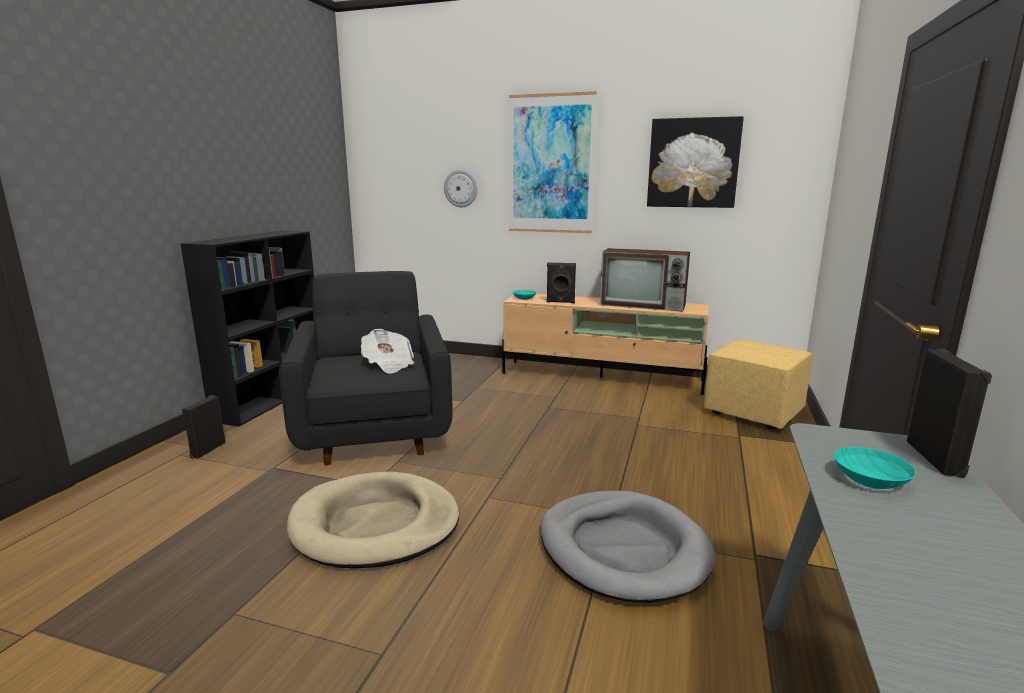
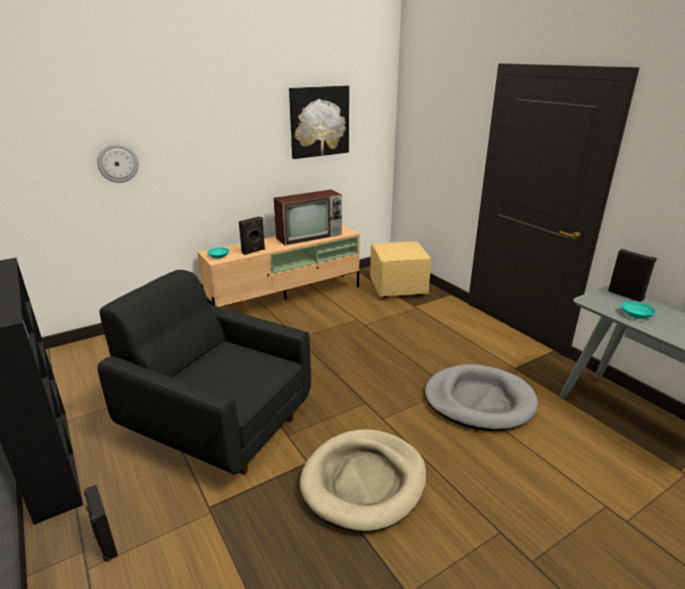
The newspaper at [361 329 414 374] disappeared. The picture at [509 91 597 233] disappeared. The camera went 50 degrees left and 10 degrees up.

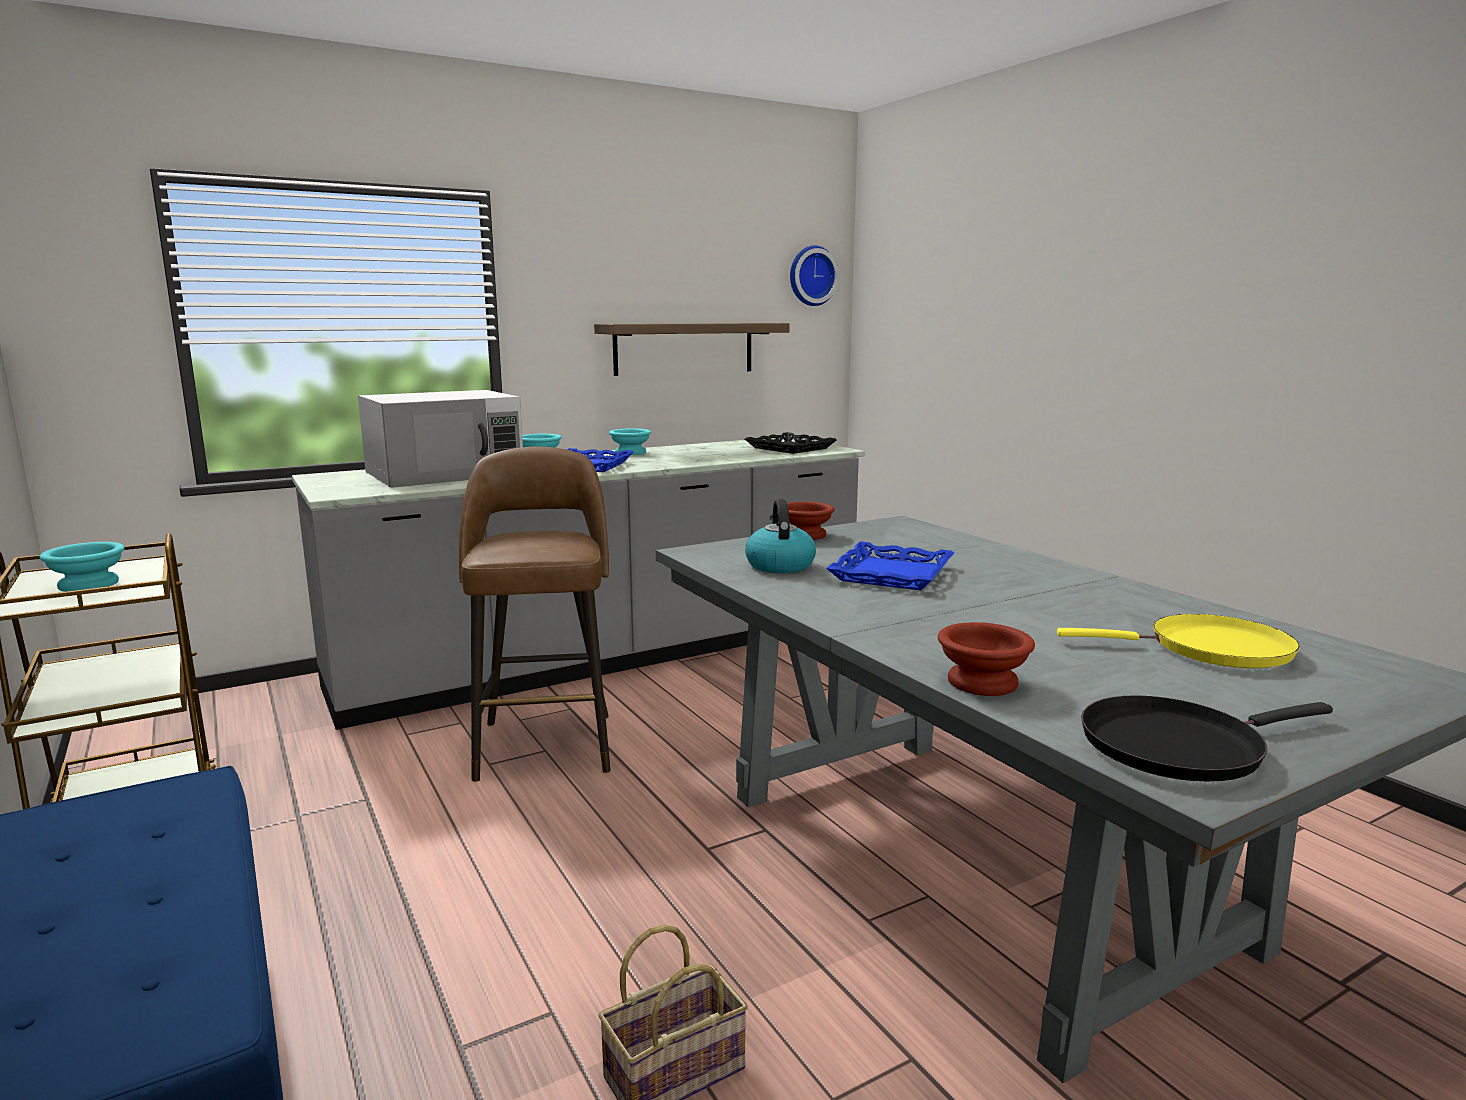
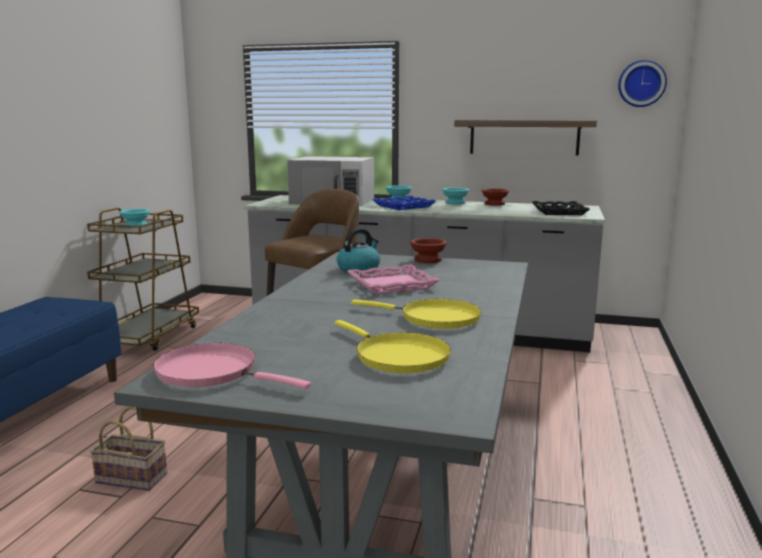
The frying pan (black) at [1081 695 1333 781] became the frying pan (pink) at [153 343 311 389]. The tray (blue) at [826 541 955 590] became the tray (pink) at [347 264 440 294]. The frying pan (yellow) at [351 299 482 329] appeared. The bowl (brown) moved from [938 622 1035 696] to [482 188 509 206]. The camera went 45 degrees right and 0 degrees up.

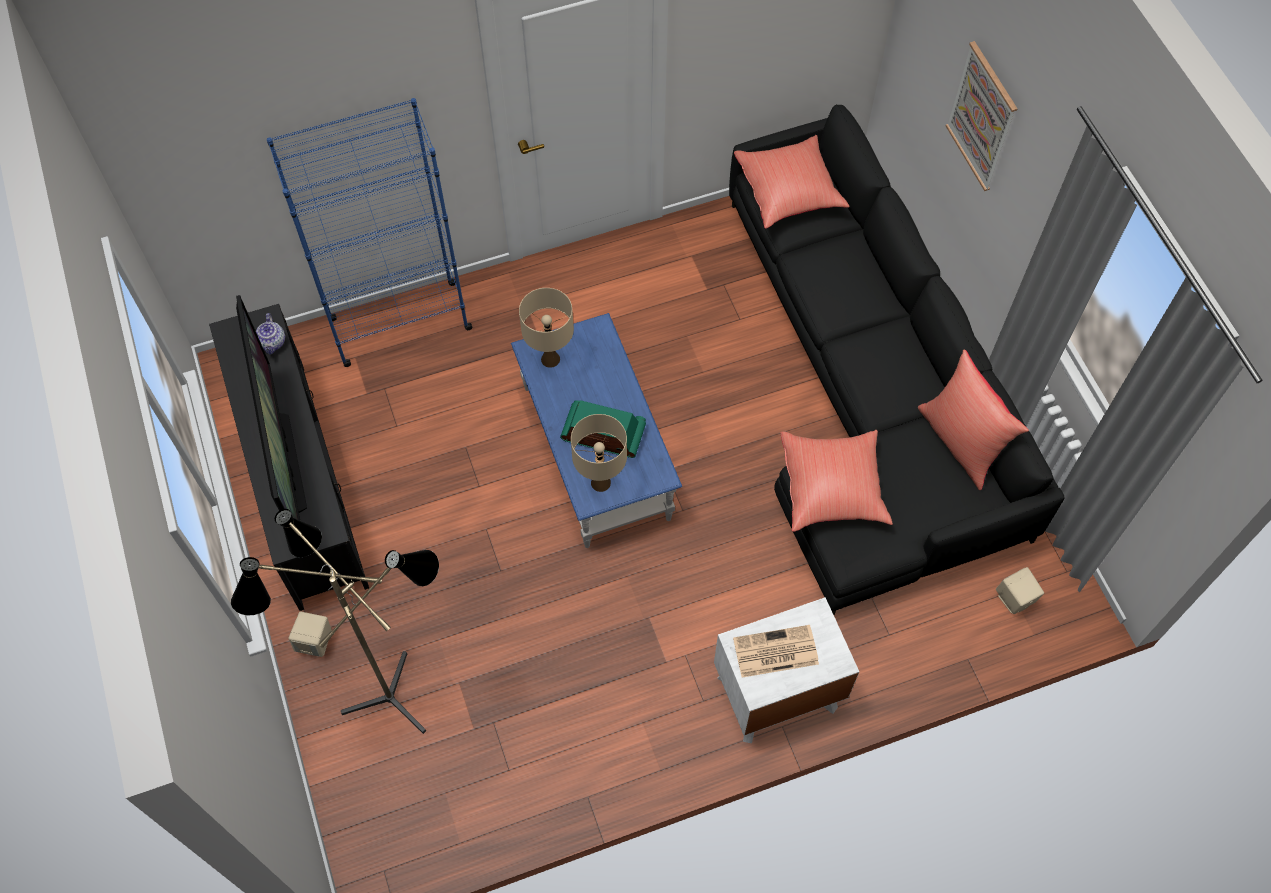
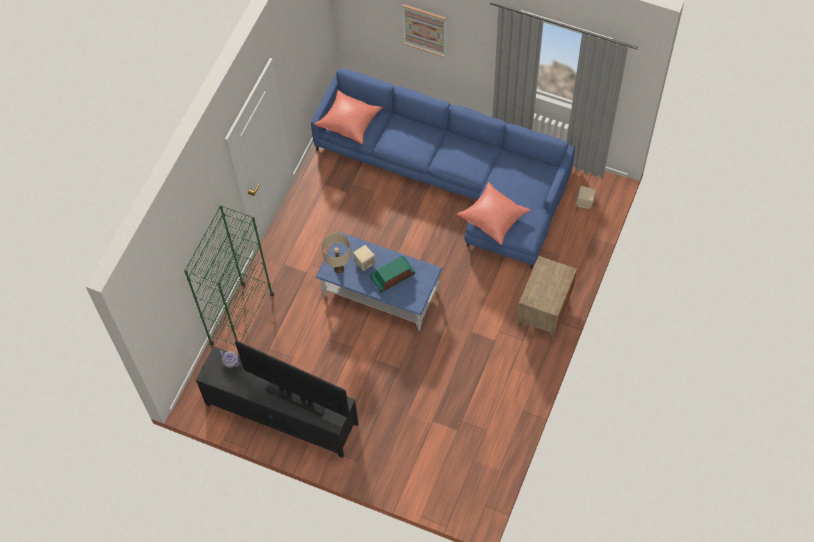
The bookcase (blue) at [267 98 473 367] became the bookcase (green) at [184 205 274 346]. The sofa (black) at [729 104 1064 615] became the sofa (blue) at [311 68 575 269]. The speaker (beige) moved from [288 612 332 657] to [353 245 376 271]. The nightstand (white) at [714 597 859 743] became the nightstand (brown) at [517 256 577 340]. The floor lamp at [231 509 439 734] disappeared. The table lamp (beige) at [571 414 627 492] disappeared. The newspaper at [733 625 819 678] disappeared. The pillow (red) at [918 350 1029 490] disappeared. The camera went 45 degrees left and 0 degrees up.

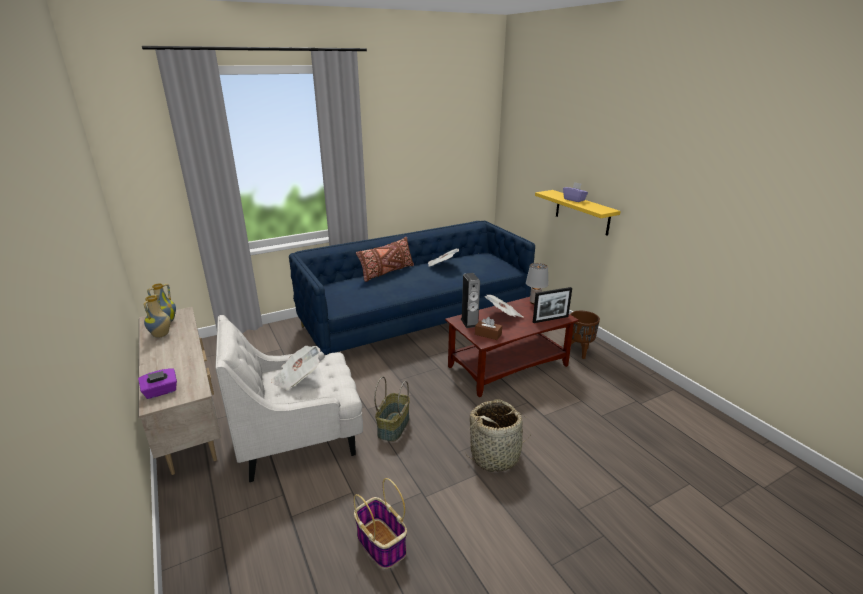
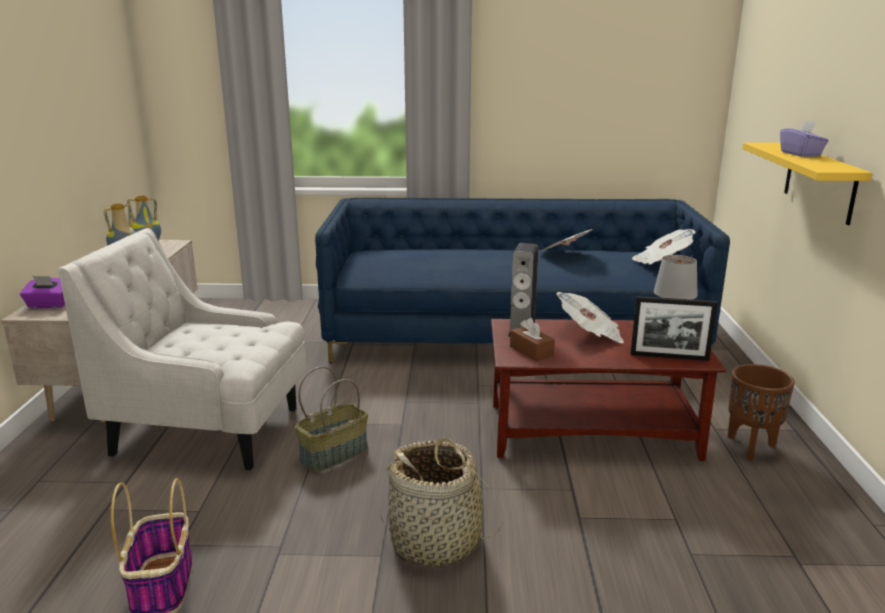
The newspaper moved from [271 346 321 391] to [632 229 696 265]. The pillow (brown) at [356 237 414 282] disappeared. The camera went 30 degrees right and 5 degrees down.

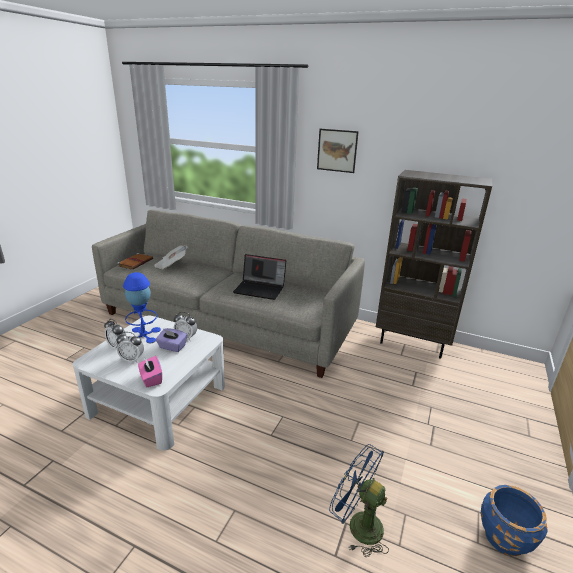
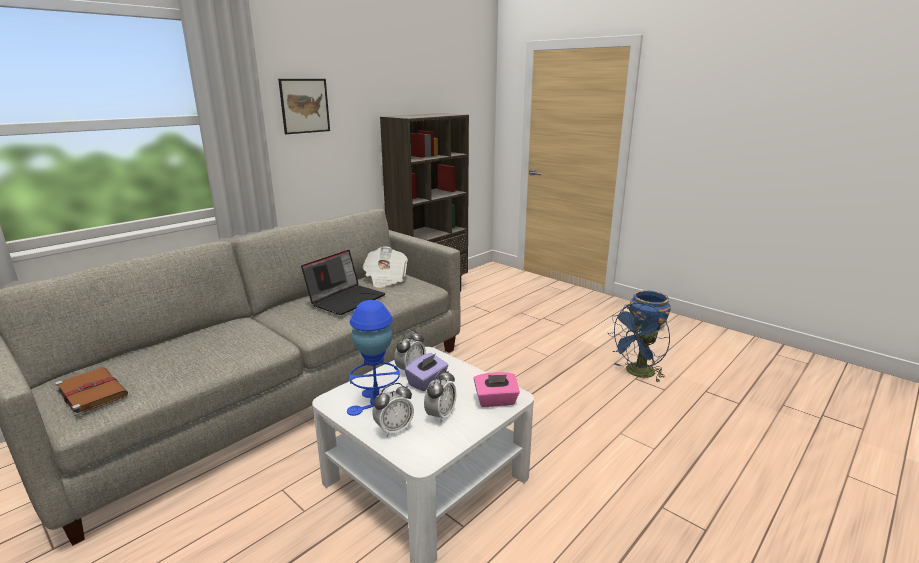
The newspaper moved from [154 245 188 270] to [363 247 408 288]. The camera went 70 degrees left and 5 degrees down.

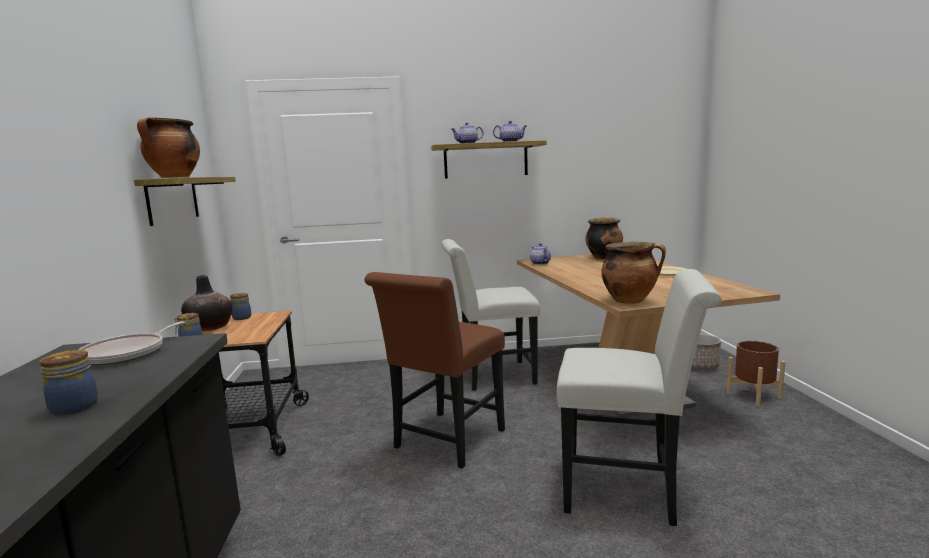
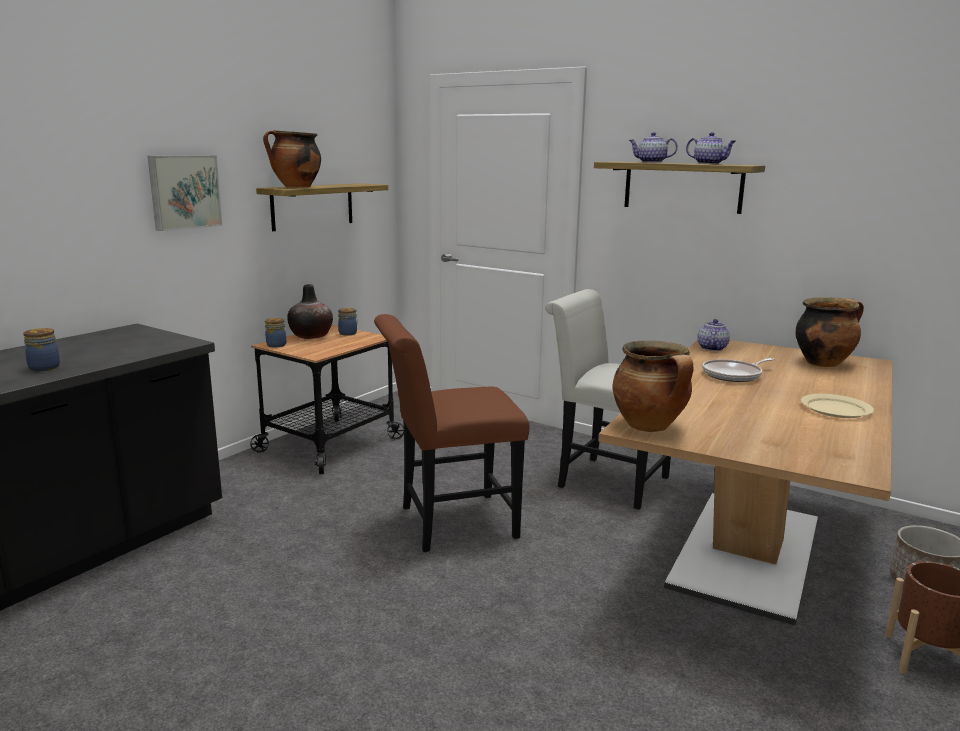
The picture at [148 155 223 231] appeared. The frying pan moved from [78 321 185 365] to [702 358 774 382]. The chair (white) at [557 269 722 526] disappeared. The camera went 40 degrees right and 5 degrees up.

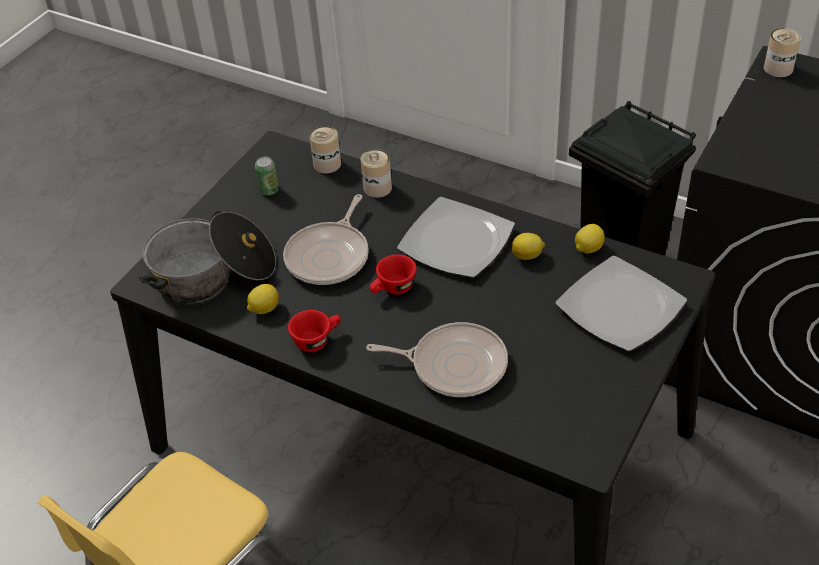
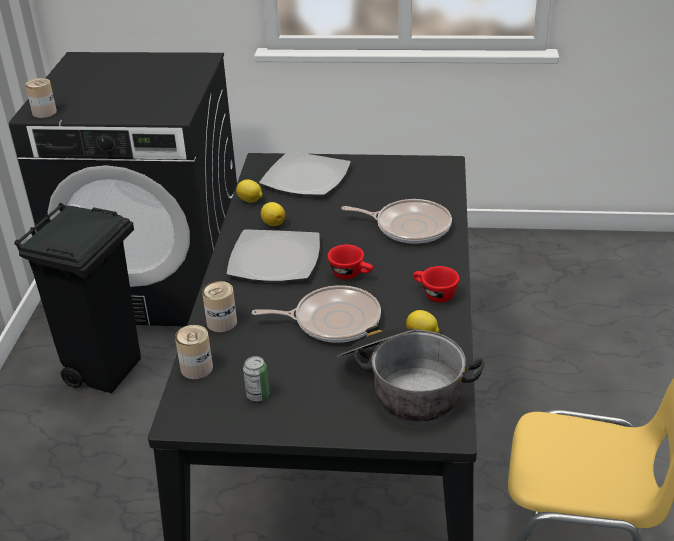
The frying pan at [366 322 508 397] turned 120 degrees clockwise. The camera went 115 degrees left and 10 degrees down.

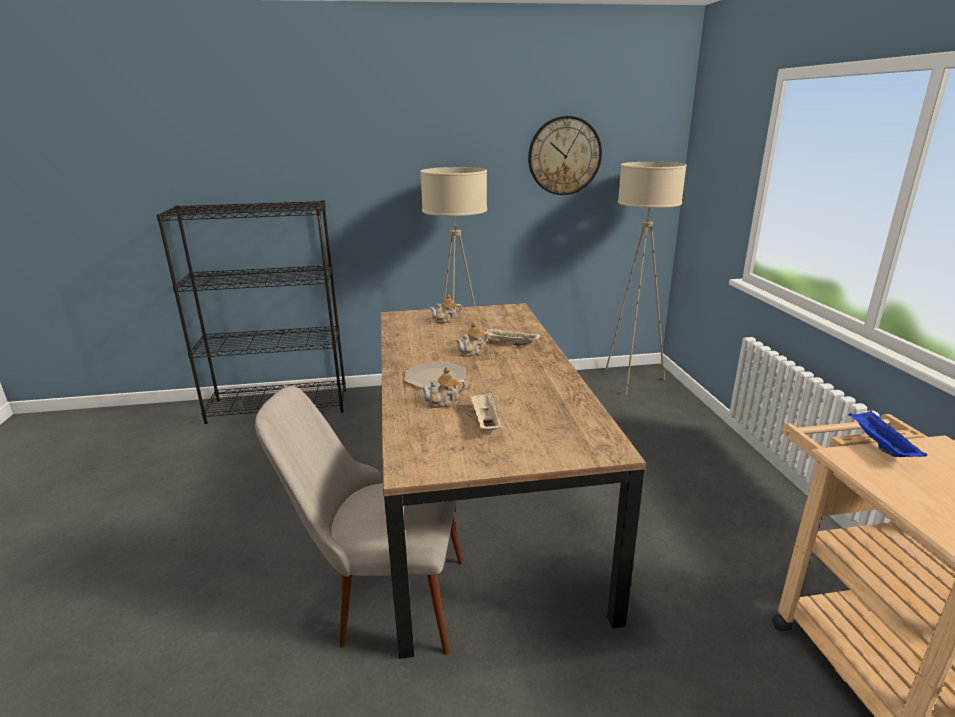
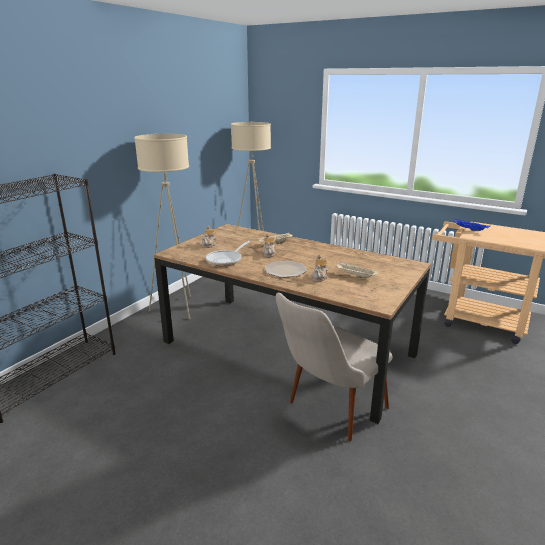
The frying pan at [206 241 250 266] appeared. The wall clock at [528 116 602 195] disappeared. The camera went 50 degrees left and 0 degrees up.

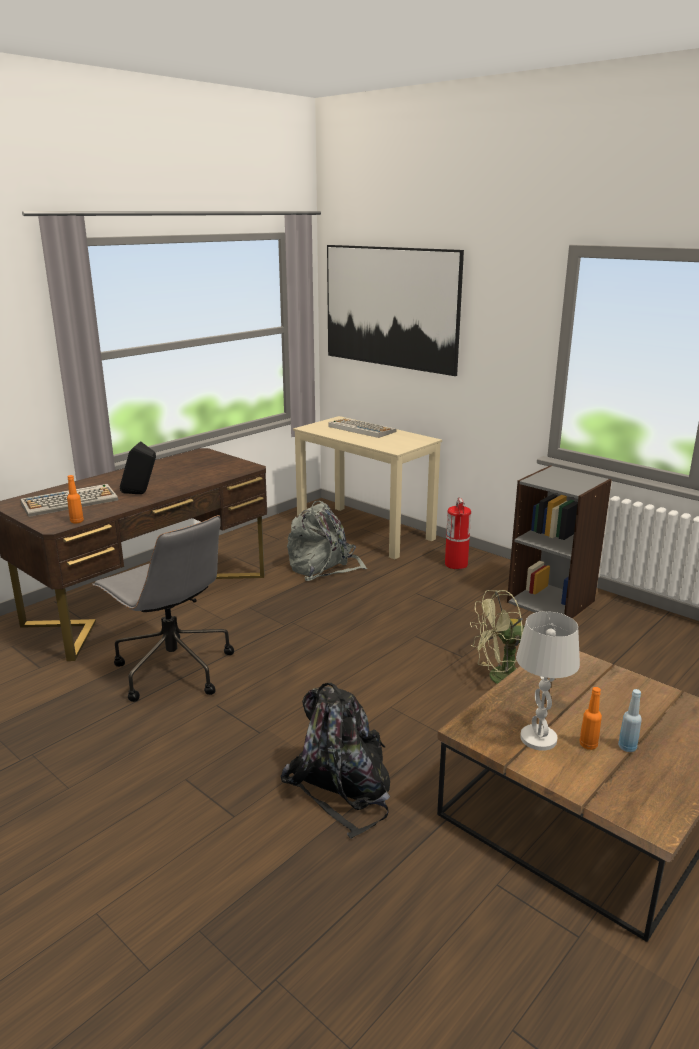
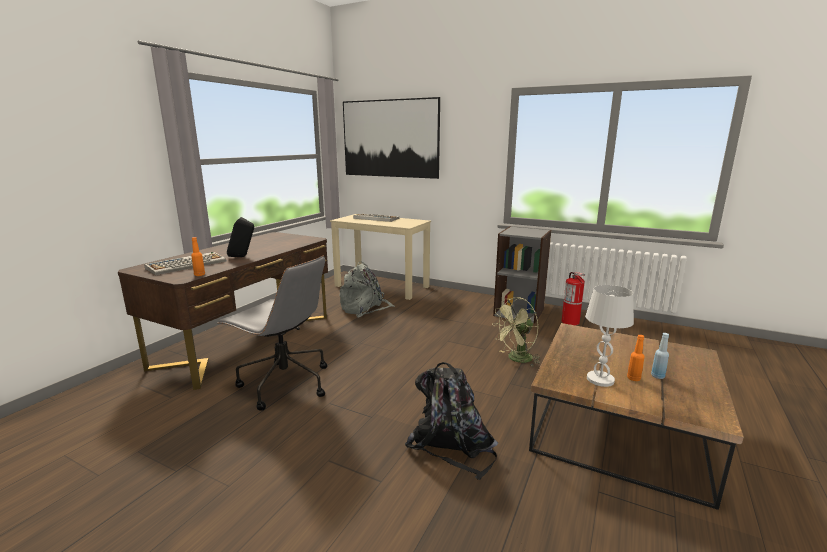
The fire extinguisher moved from [445 498 471 569] to [562 272 585 326]. The camera went 15 degrees left and 5 degrees down.

